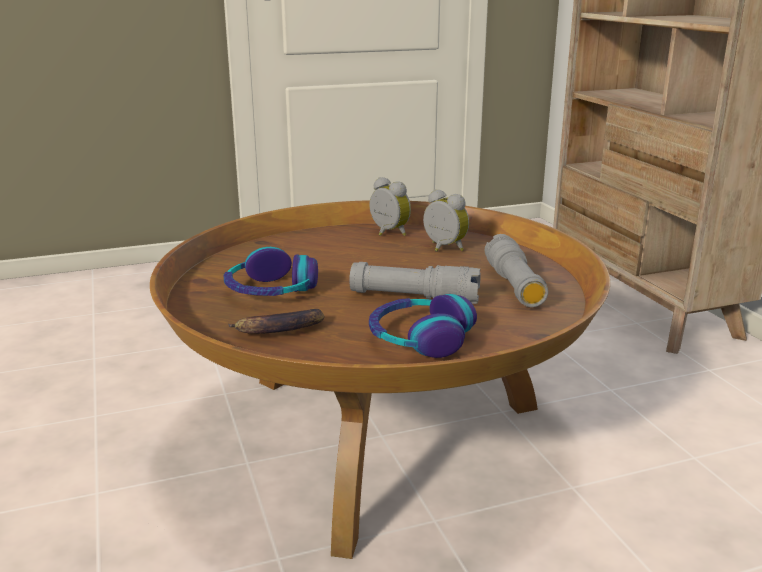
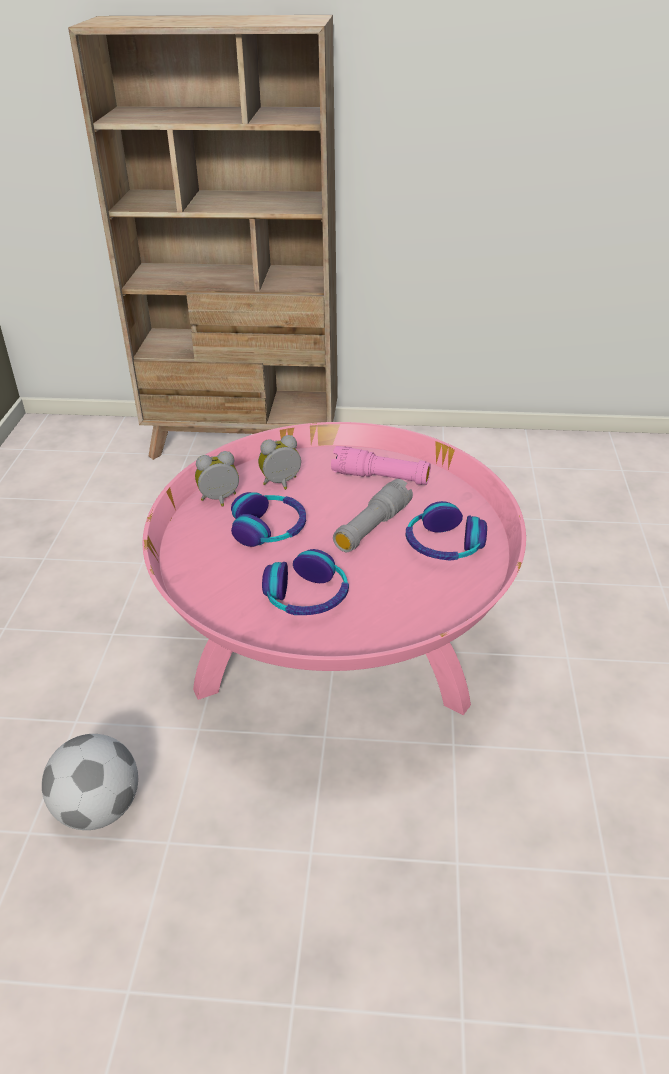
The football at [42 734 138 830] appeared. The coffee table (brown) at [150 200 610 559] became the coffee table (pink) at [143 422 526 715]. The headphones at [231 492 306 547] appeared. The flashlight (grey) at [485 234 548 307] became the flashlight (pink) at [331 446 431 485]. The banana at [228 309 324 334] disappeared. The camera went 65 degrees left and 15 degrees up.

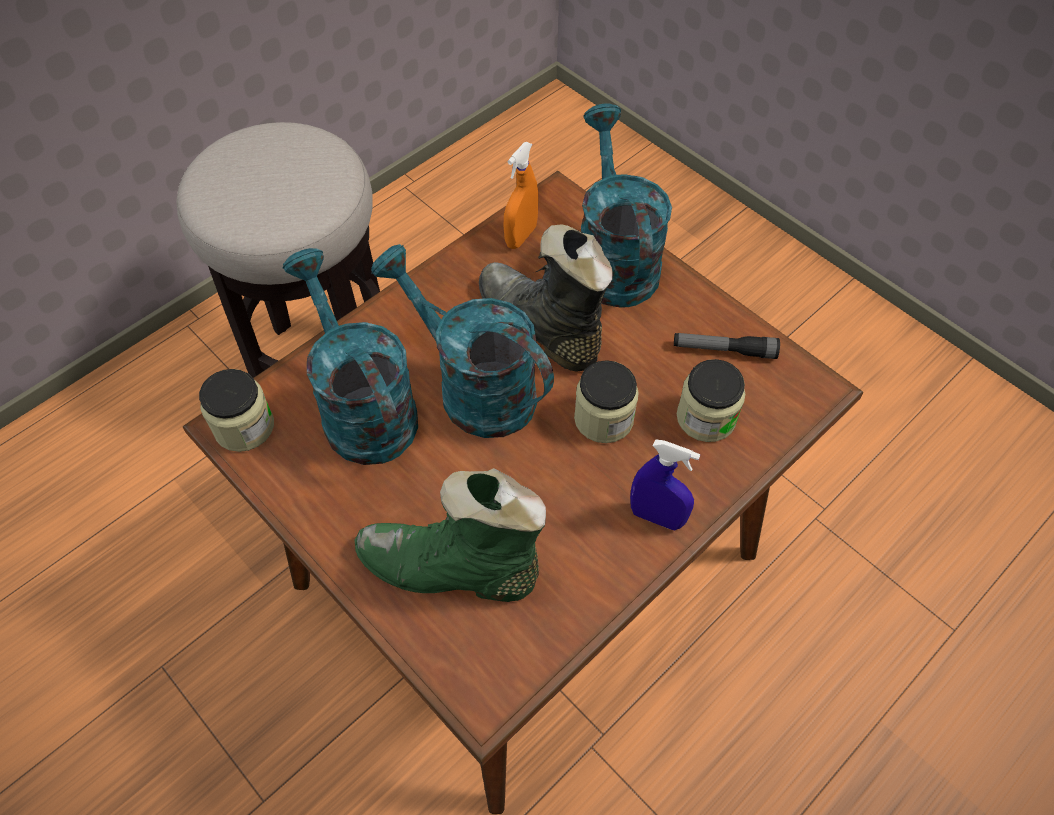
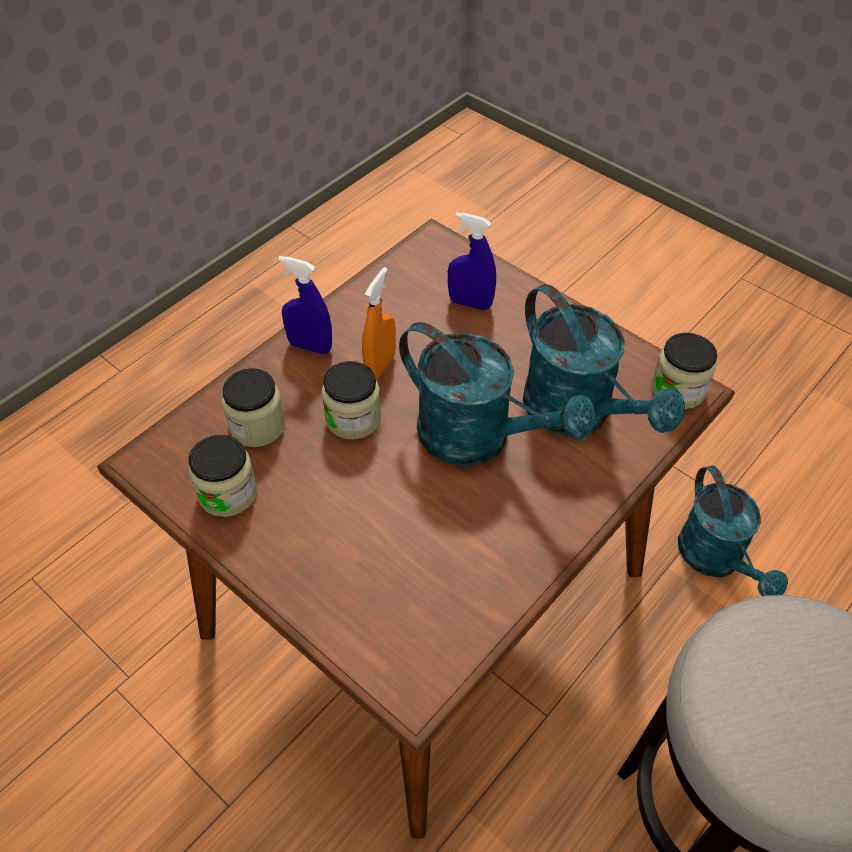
The flashlight at [674 333 780 359] was replaced by the jar at [188 435 257 517]. The spray bottle (orange) moved from [504 142 538 249] to [362 267 396 379]. The boot (green) at [355 468 546 602] was replaced by the spray bottle (blue) at [448 212 496 310]. The watering can (turquoise) moved from [581 103 672 308] to [678 465 788 596]. The boot (black) at [479 224 613 372] disappeared. The camera went 175 degrees right and 5 degrees down.

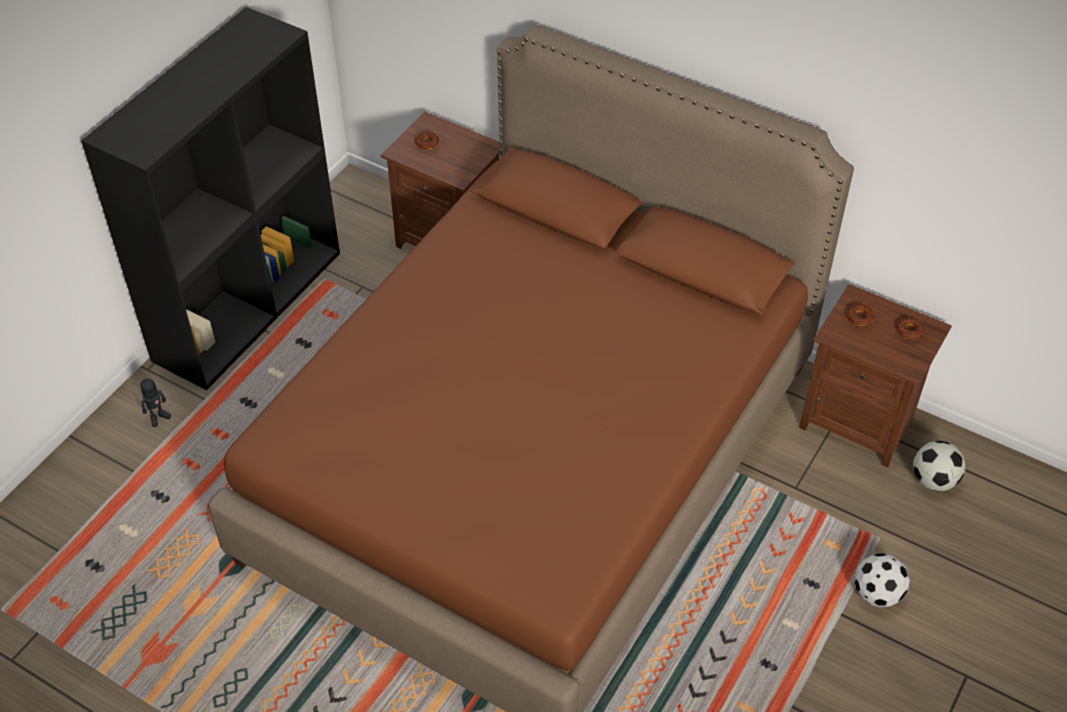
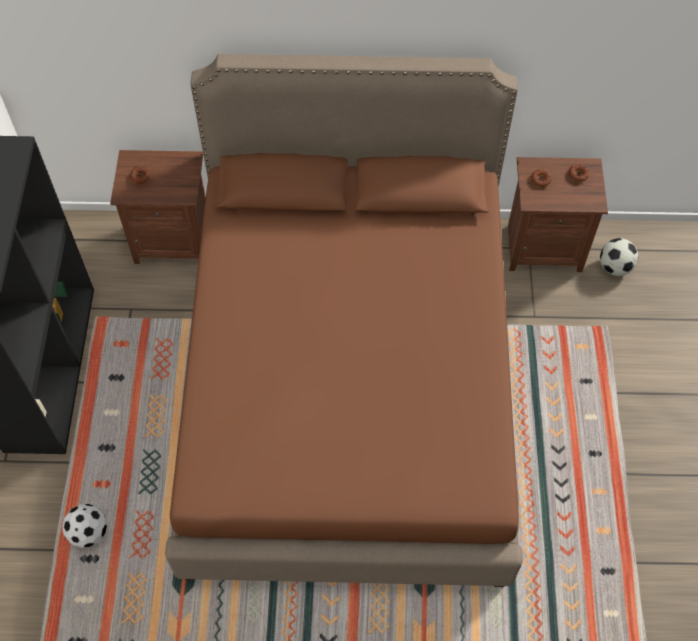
The football moved from [854 553 910 607] to [62 504 107 548]. The toy robot at [140 376 171 427] disappeared. The camera went 30 degrees left and 10 degrees up.

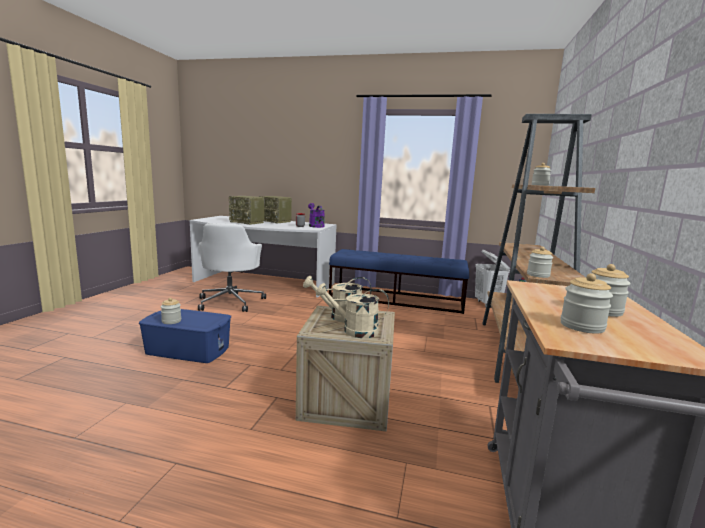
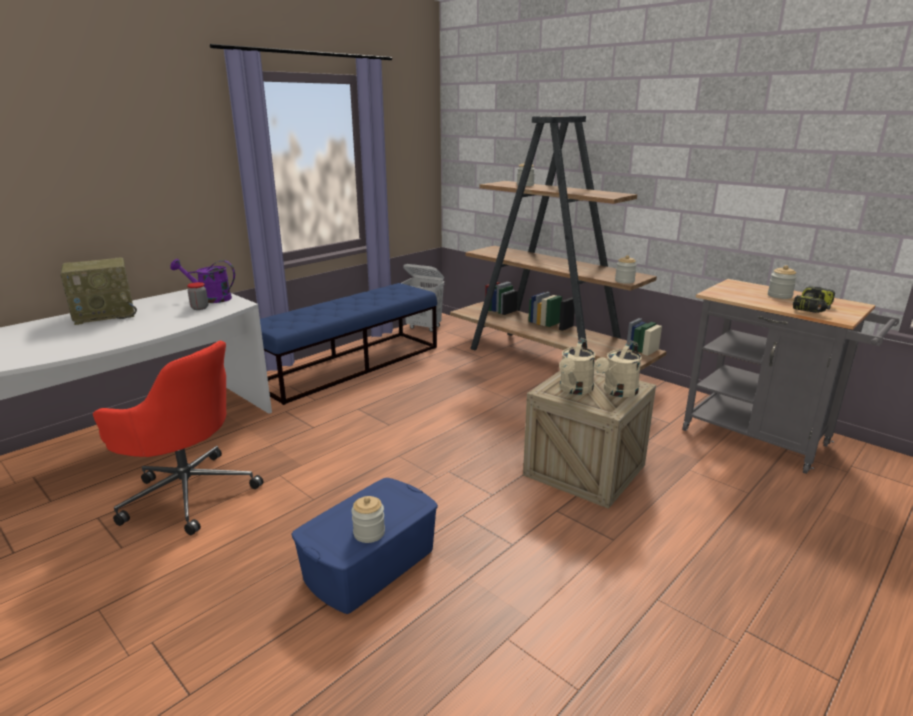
The office chair (white) at [198 223 266 312] became the office chair (red) at [93 341 263 535]. The jar at [560 273 613 334] was replaced by the power drill at [793 286 835 313]. The radio at [229 196 264 225] disappeared. The camera went 60 degrees left and 10 degrees up.

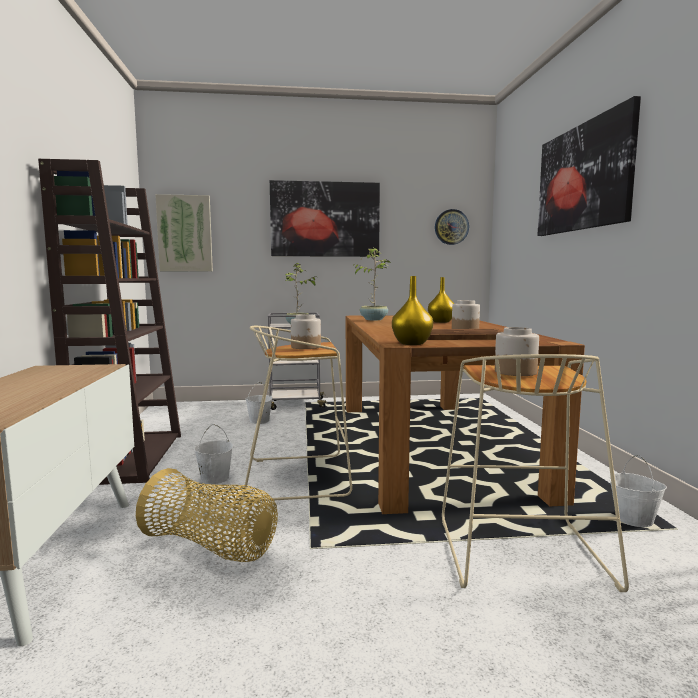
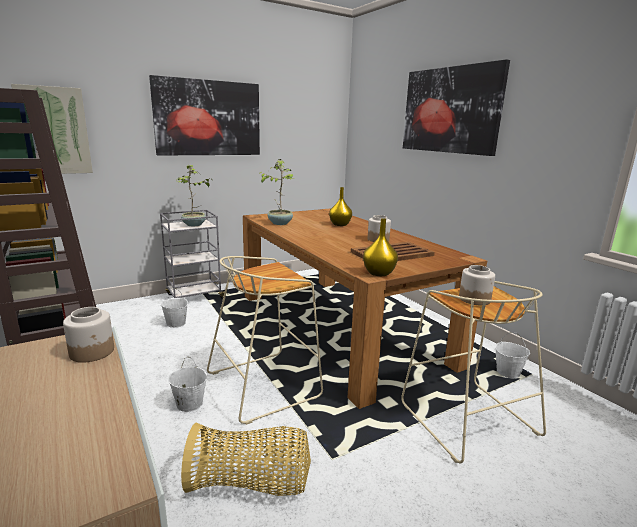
The jar moved from [291 314 321 349] to [63 307 114 363]. The wall clock at [435 209 469 245] disappeared. The camera went 25 degrees left and 10 degrees up.

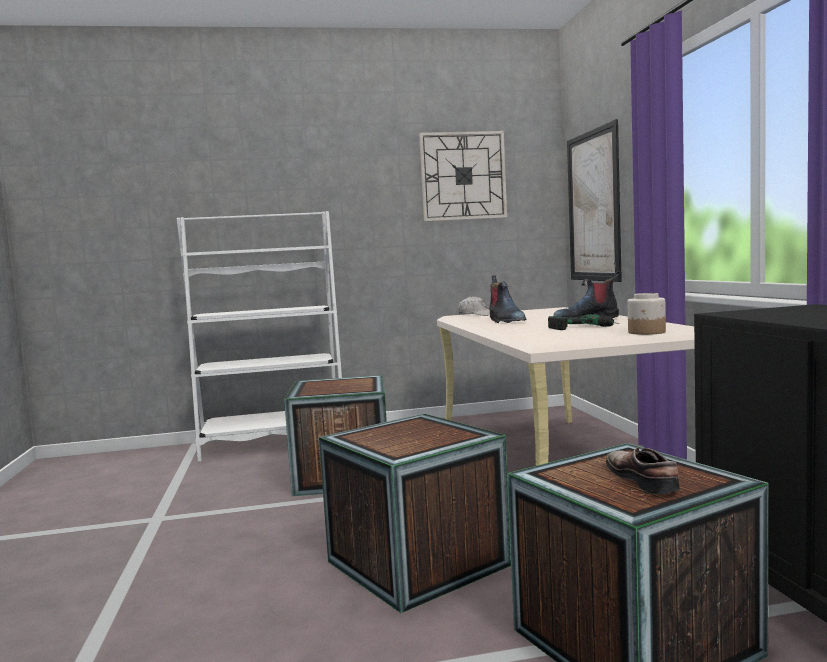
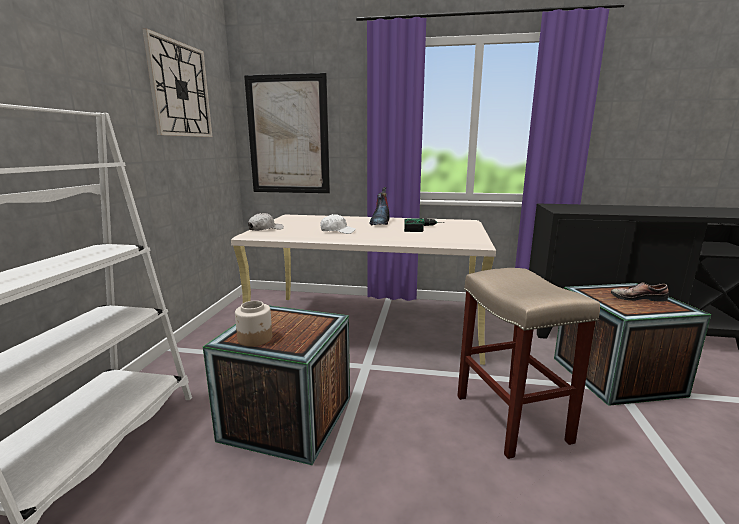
The jar moved from [628 293 666 335] to [235 301 272 347]. The boot at [489 275 526 323] was replaced by the cap (white) at [320 214 356 234]. The crate at [319 413 511 613] was replaced by the stool (beige) at [457 268 600 459]. The camera went 70 degrees left and 10 degrees up.

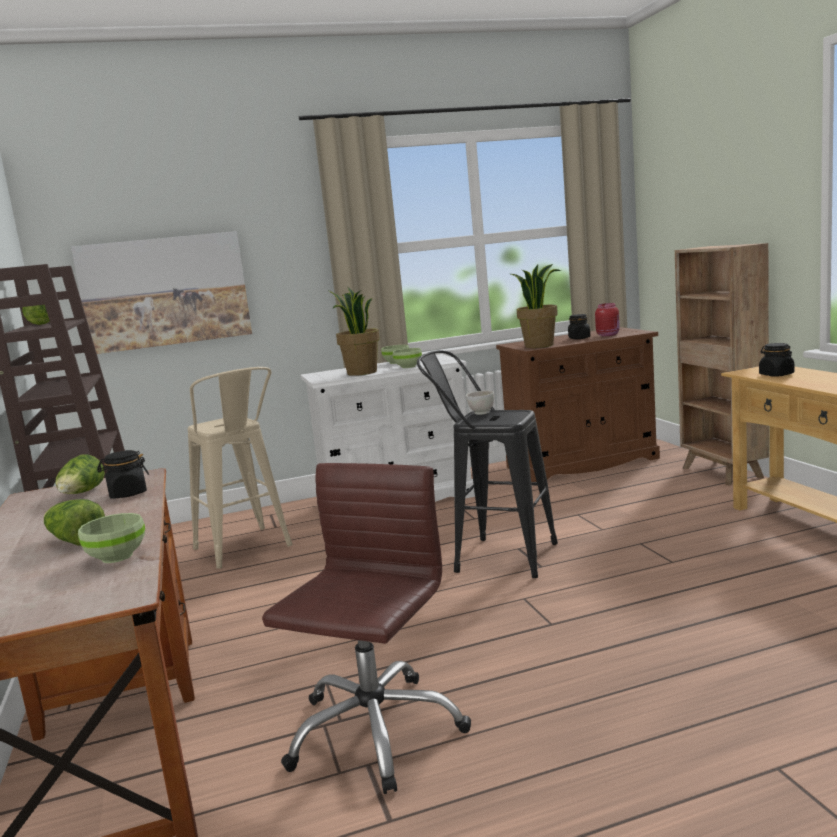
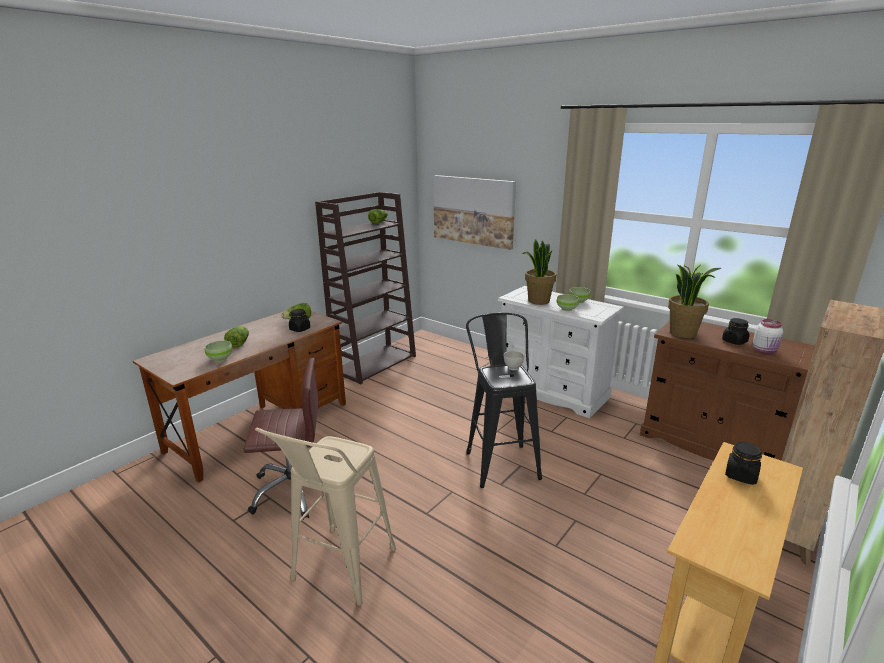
The stool (beige) moved from [188 367 292 569] to [255 428 396 606]. The jar (red) at [595 303 620 336] became the jar (white) at [753 319 783 354]. The camera went 55 degrees right and 10 degrees up.

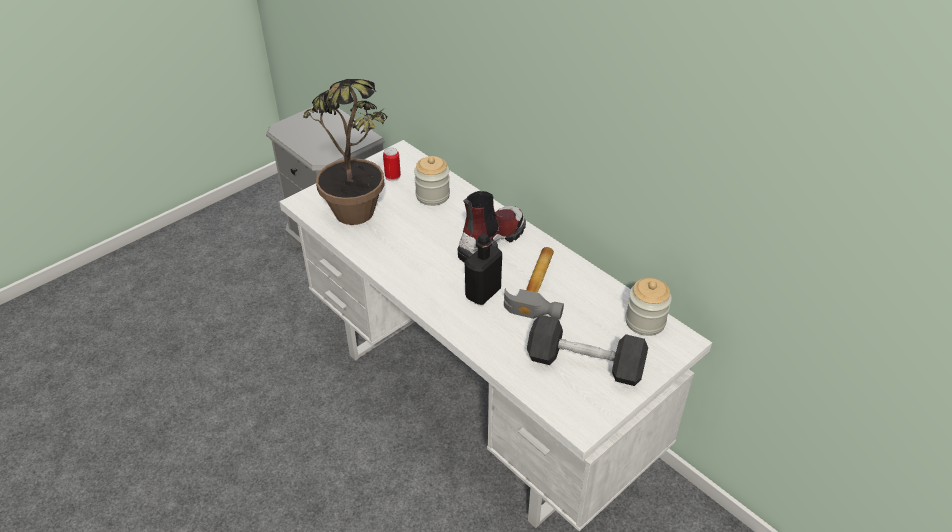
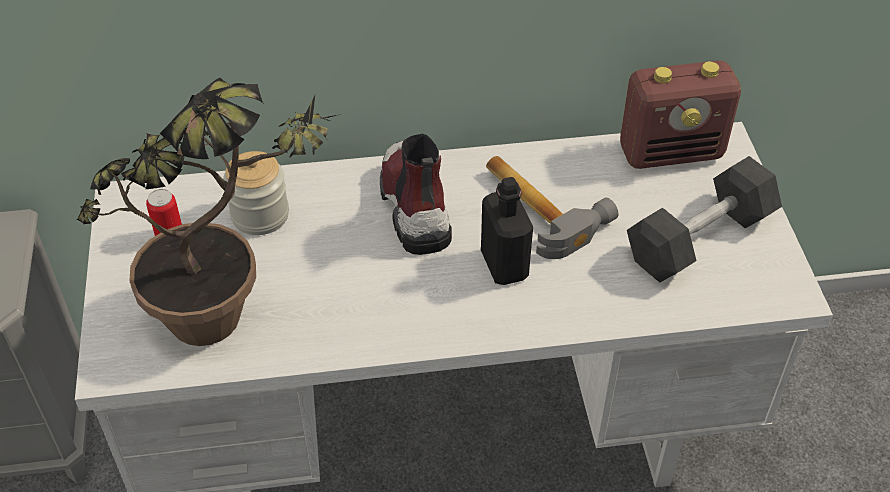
The jar at [625 278 672 336] was replaced by the radio at [620 60 741 169]. The camera went 55 degrees left and 5 degrees up.

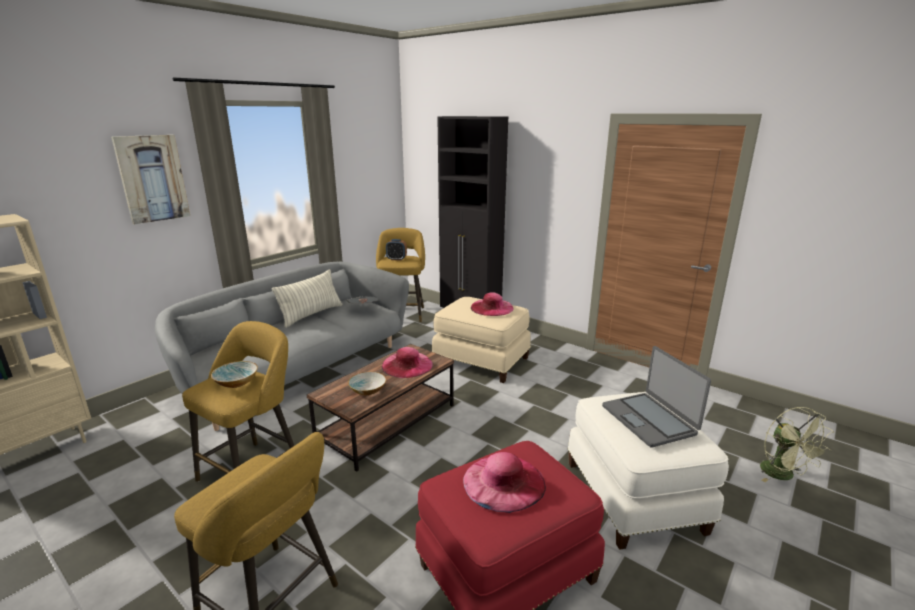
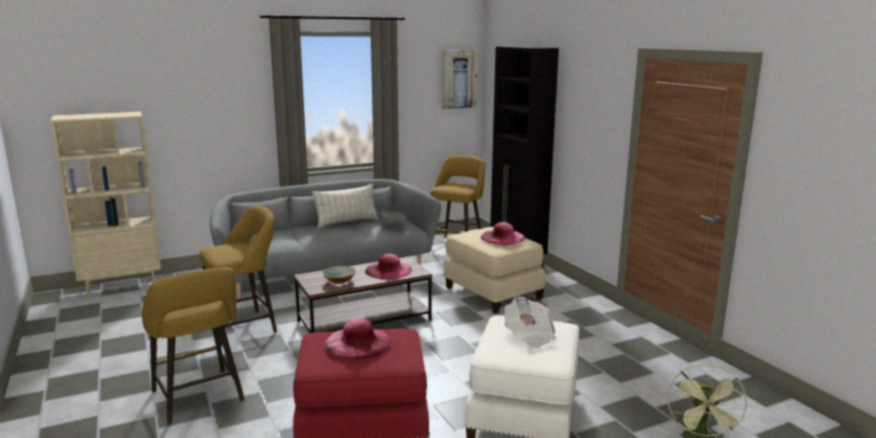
The picture moved from [111 135 190 224] to [442 51 477 109]. The laptop at [602 346 711 447] was replaced by the newspaper at [504 297 556 350]. The bowl at [211 361 258 388] disappeared. The alarm clock at [386 239 407 261] disappeared. The camera went 25 degrees right and 5 degrees down.

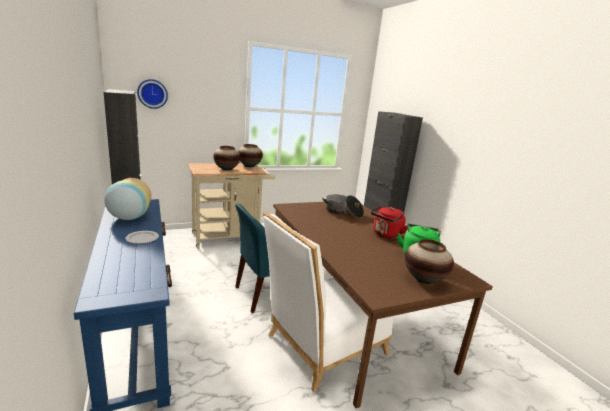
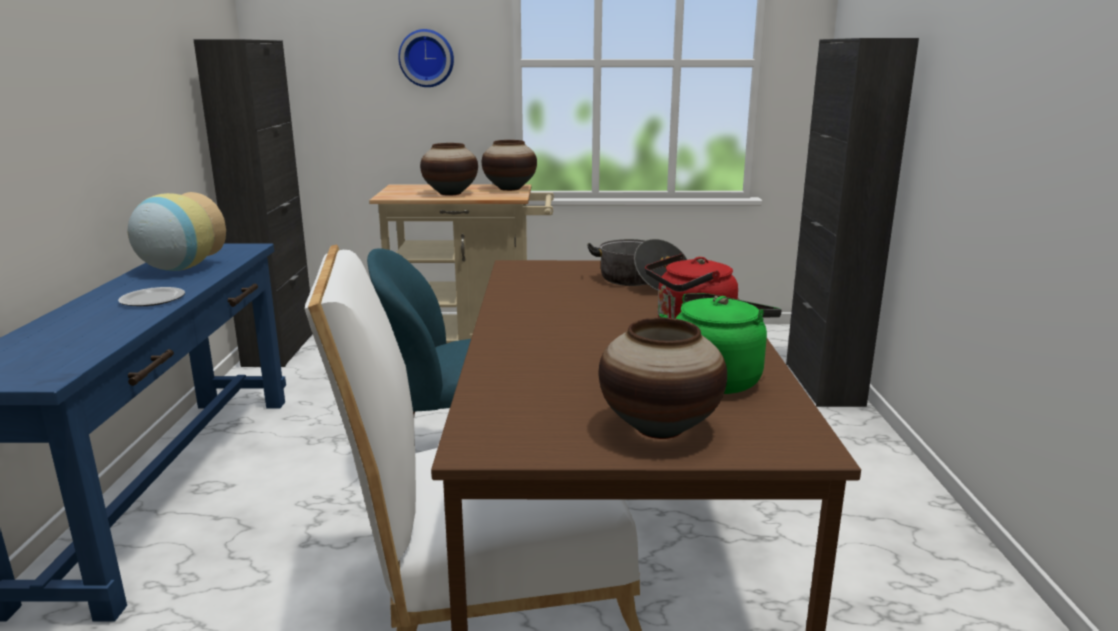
The wall clock moved from [137 79 168 109] to [398 29 454 87]. The camera went 25 degrees right and 0 degrees up.

